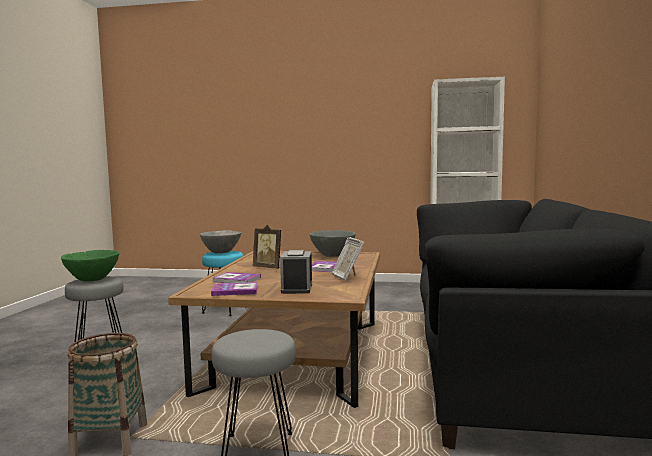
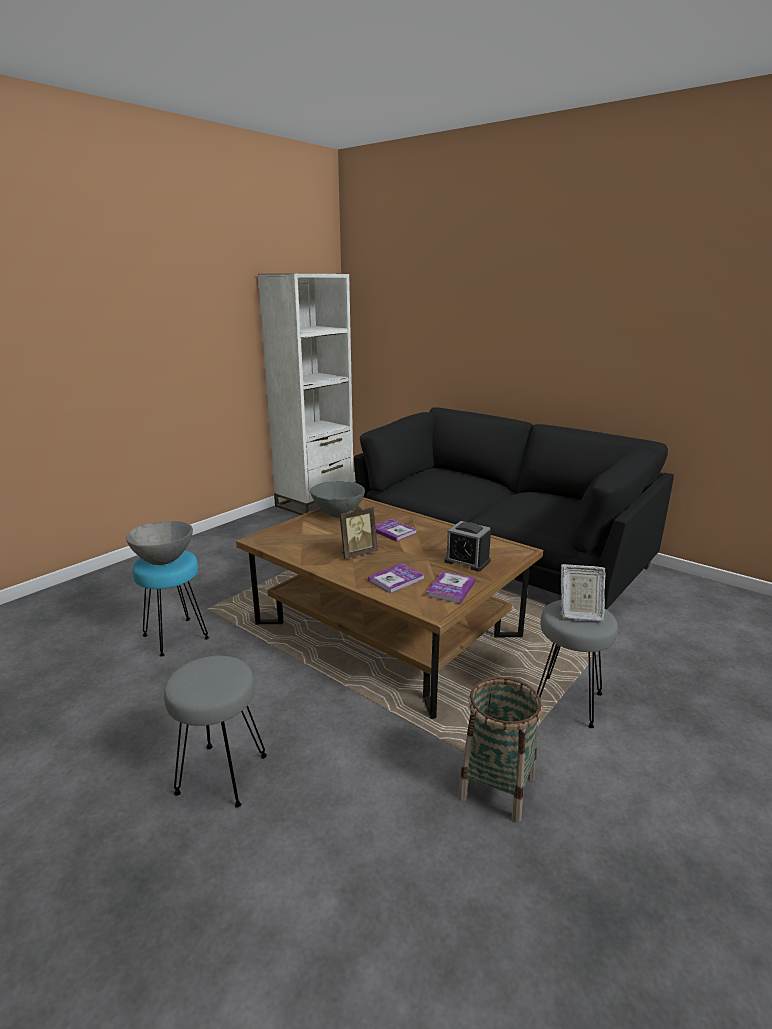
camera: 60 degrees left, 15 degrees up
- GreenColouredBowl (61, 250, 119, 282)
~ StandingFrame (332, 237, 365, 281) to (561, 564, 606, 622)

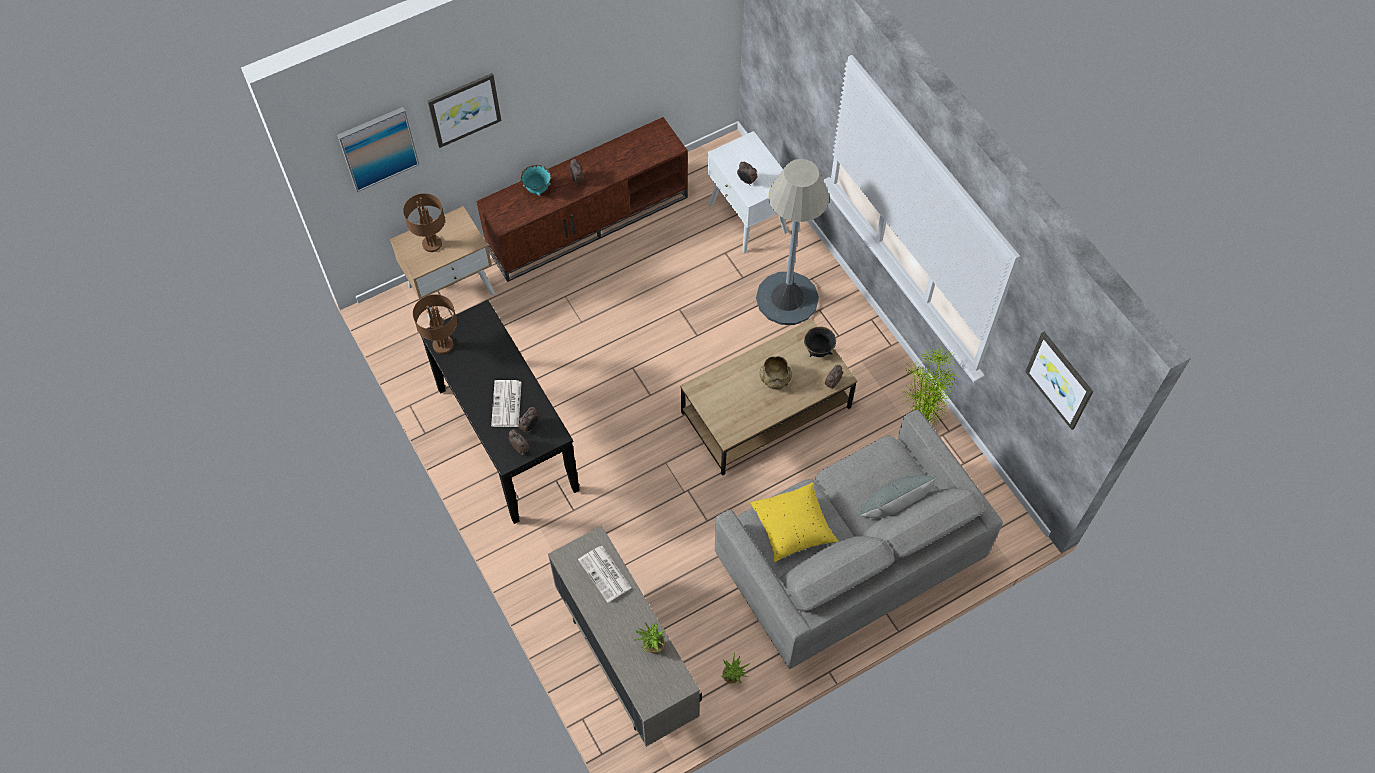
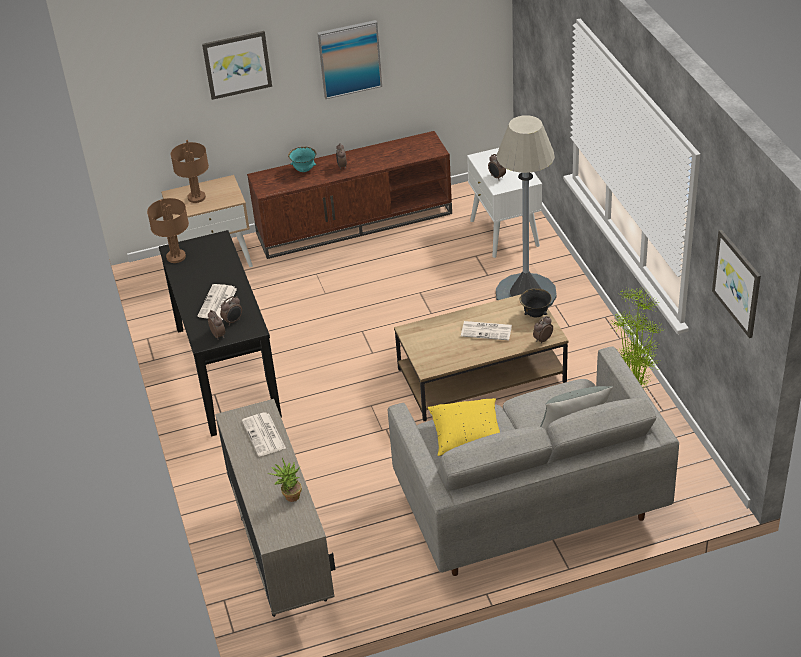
camera: 15 degrees right, 20 degrees down
~ Picture (337, 107, 419, 192) to (317, 20, 382, 99)
- Houseplant (721, 652, 750, 684)
~ SandColouredBowl (760, 356, 792, 389) to Newspaper (461, 321, 512, 340)

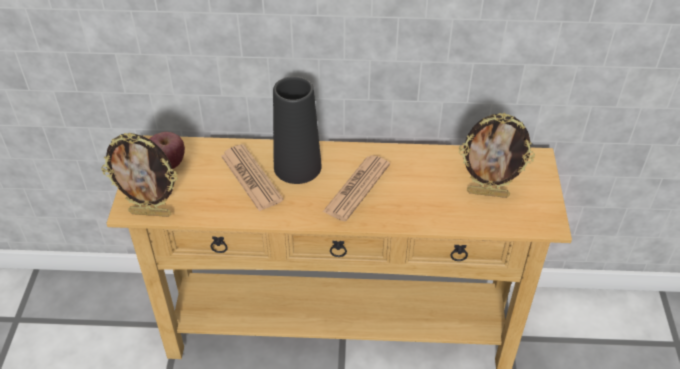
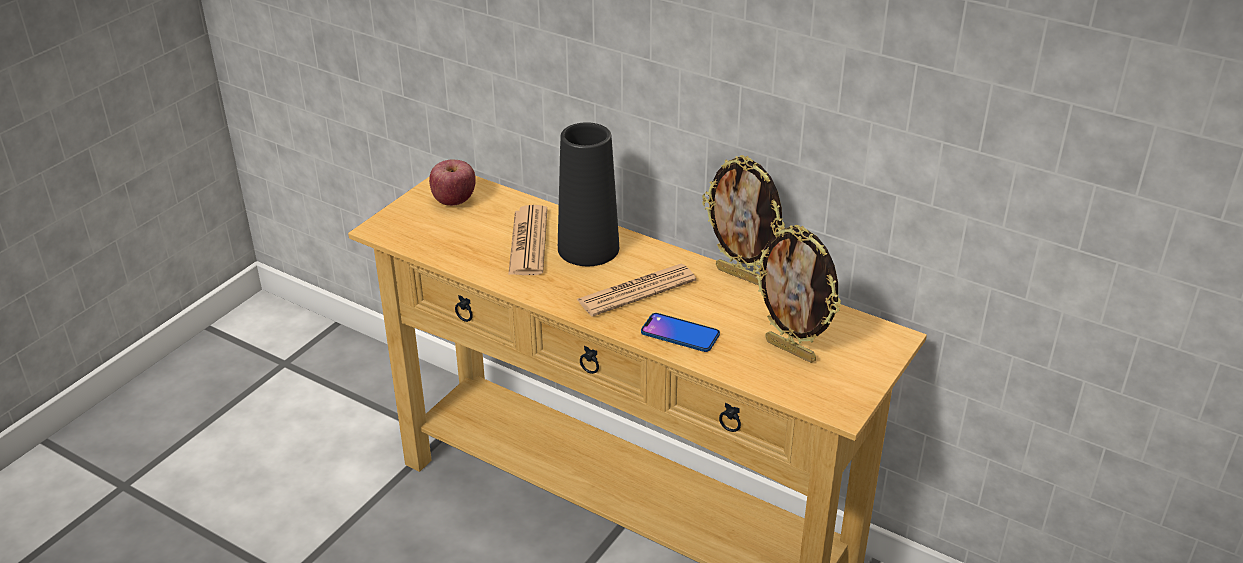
camera: 30 degrees right, 10 degrees down
~ StandingFrame (101, 132, 178, 217) to (702, 155, 785, 285)
+ Handset (641, 313, 720, 352)

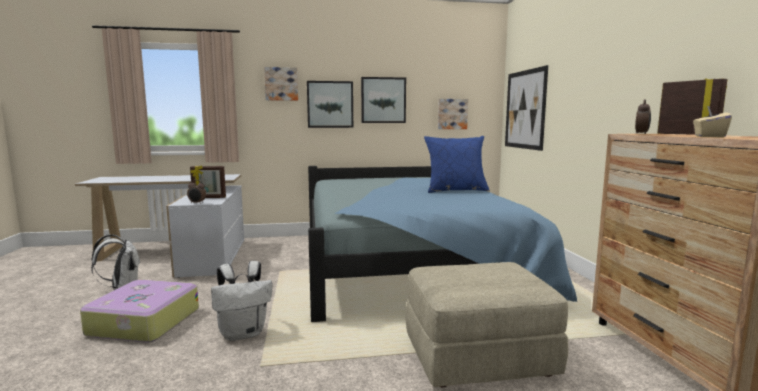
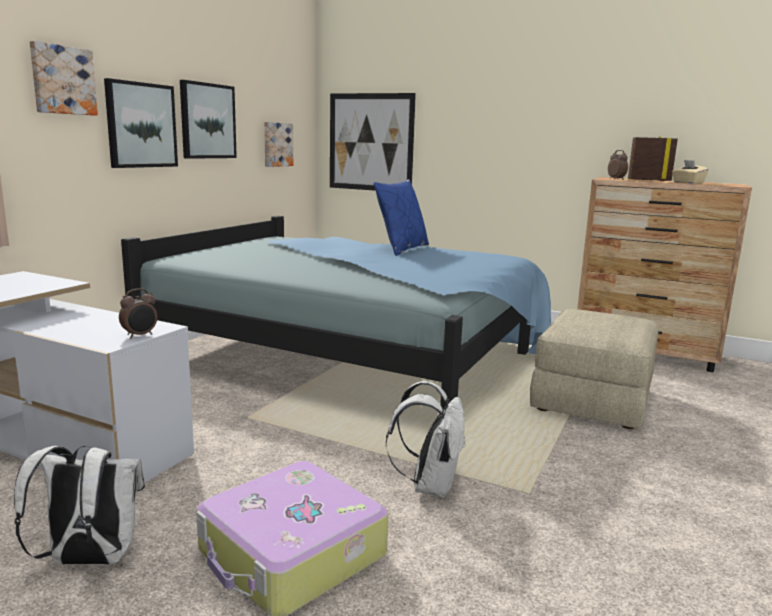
camera: 55 degrees left, 5 degrees up
- StandingFrame (190, 166, 226, 198)

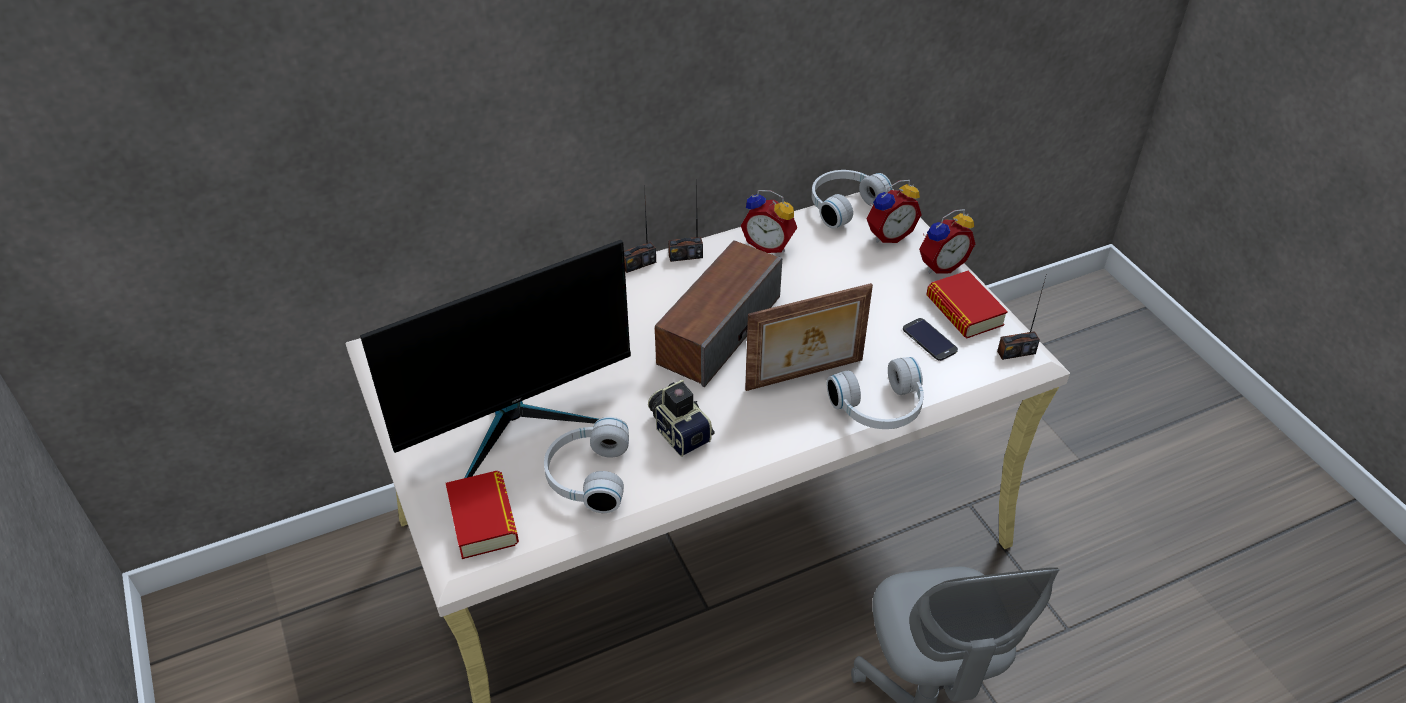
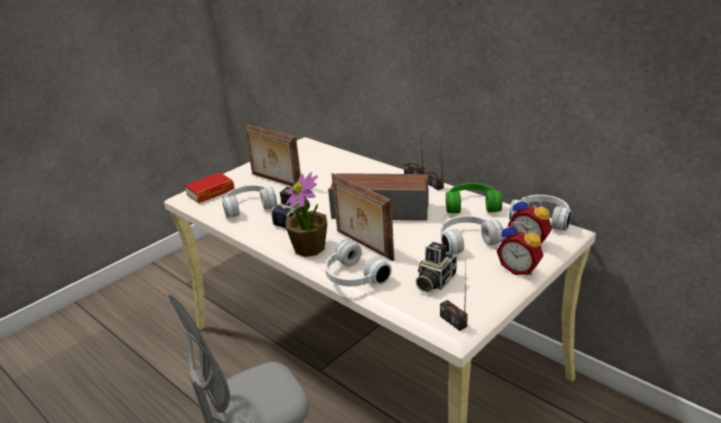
camera: 70 degrees right, 15 degrees down
~ Monitor (360, 240, 631, 478) to StandingFrame (244, 124, 301, 186)
~ BedsideClock (741, 190, 797, 253) to GreenColouredHeadphones (446, 183, 502, 214)
~ Handset (903, 318, 958, 361) to PhotoCamera (416, 242, 457, 293)
- BoundBook (926, 271, 1008, 338)
+ Houseplant (285, 172, 328, 257)
+ WhitishHeadphones (441, 215, 504, 254)

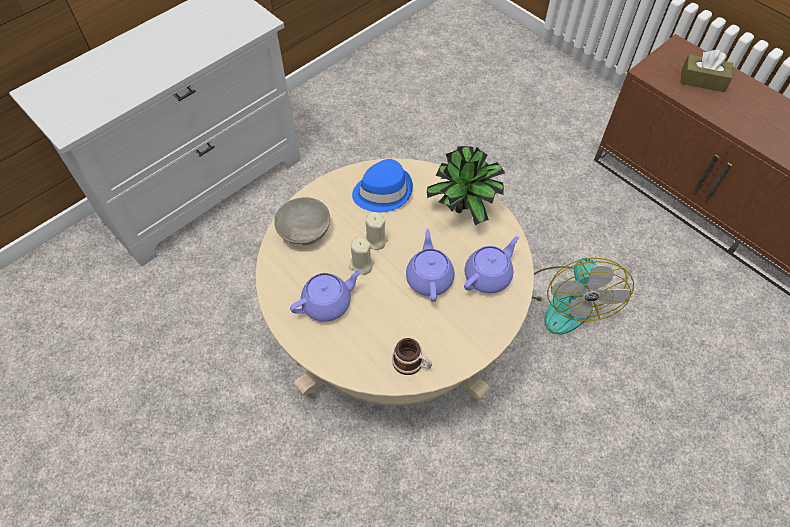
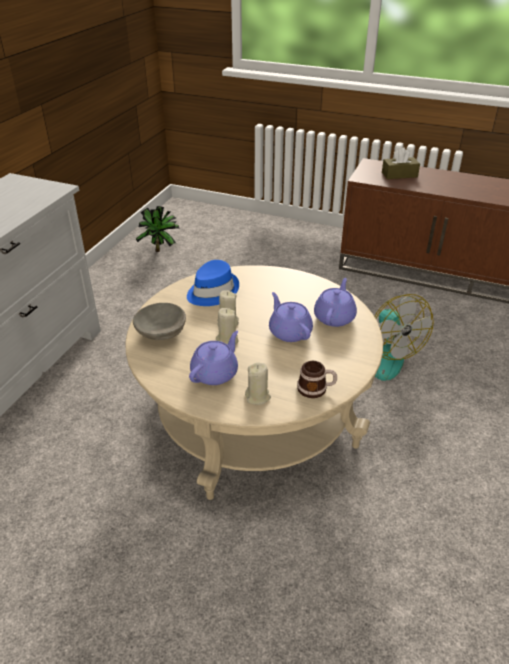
camera: 25 degrees left, 20 degrees down
~ Houseplant (427, 146, 505, 225) to (136, 206, 180, 252)
+ SandColouredCandle (245, 362, 271, 405)

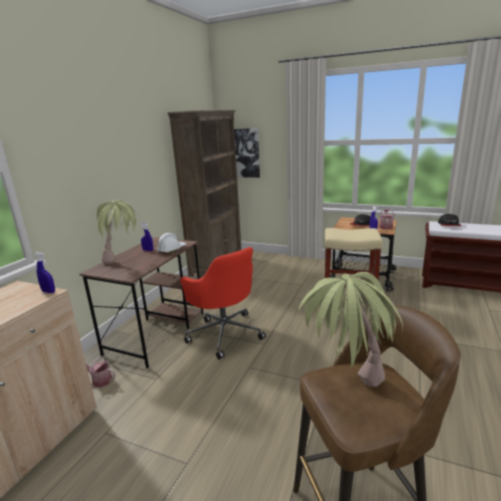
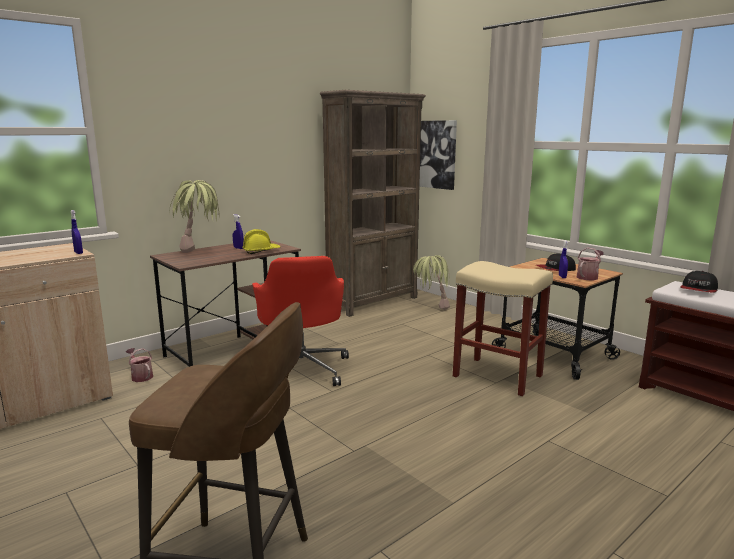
camera: 25 degrees right, 5 degrees down
~ WhitishSafetyHelmet (156, 233, 186, 254) to YellowishSafetyHelmet (243, 229, 280, 254)
~ Houseplant (298, 272, 403, 387) to (413, 255, 450, 310)

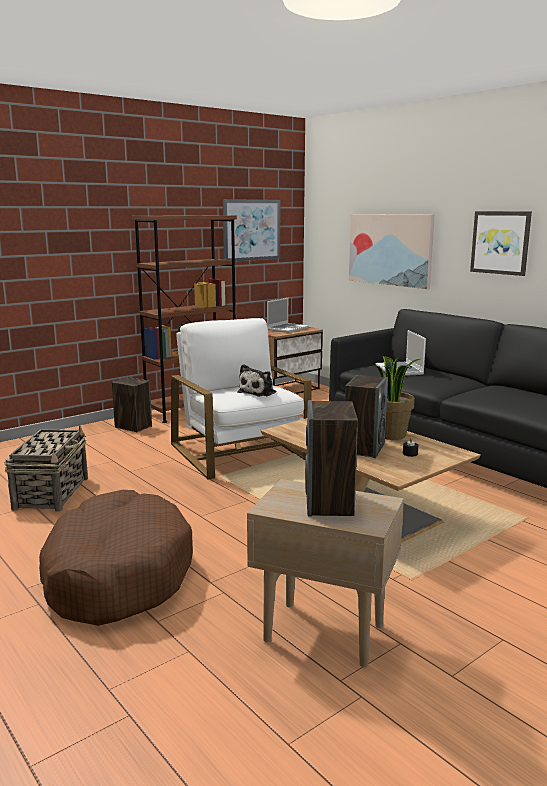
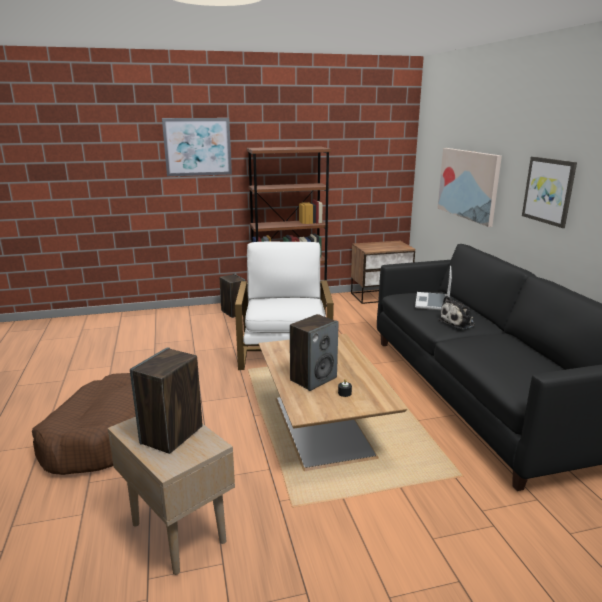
camera: 25 degrees right, 5 degrees up
- StorageBasket (4, 425, 88, 512)
~ Picture (223, 199, 280, 261) to (162, 118, 232, 176)
~ SoftToy (237, 364, 276, 396) to (438, 296, 475, 329)
- NotebookComputer (267, 298, 309, 333)
- Houseplant (376, 355, 422, 440)

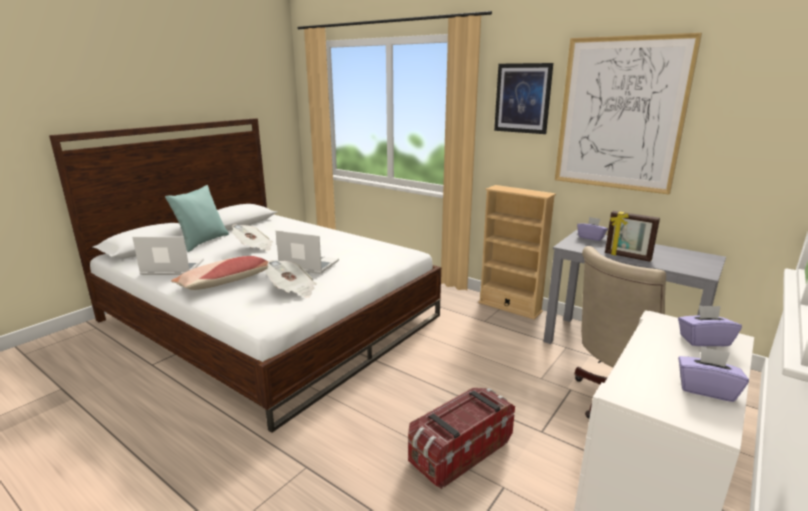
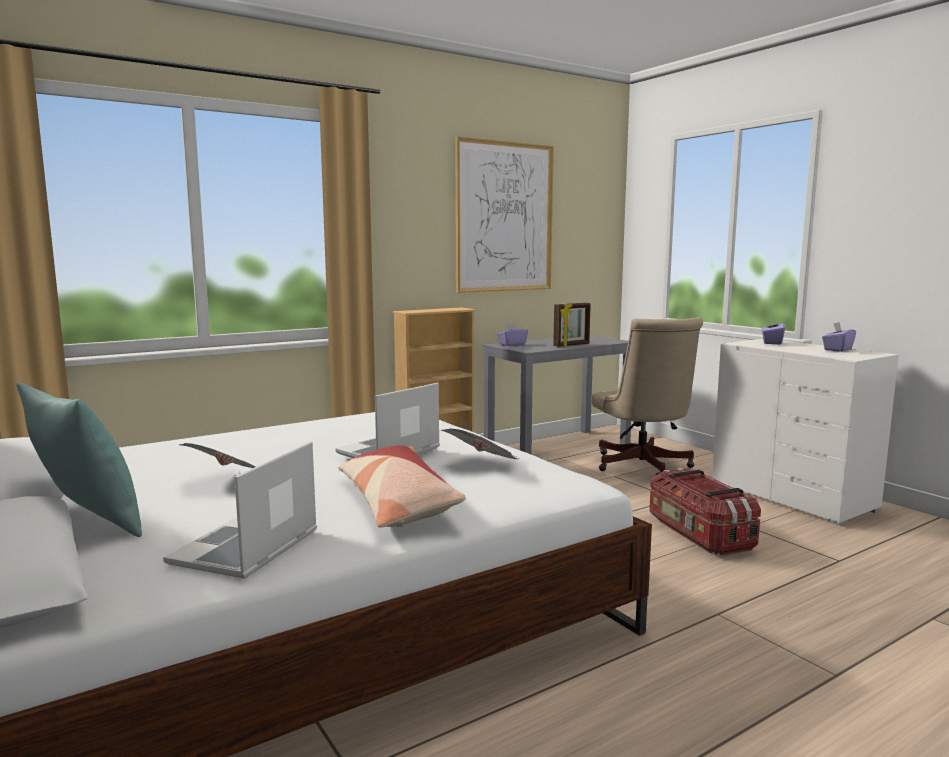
camera: 70 degrees left, 10 degrees down
- Picture (494, 63, 553, 134)

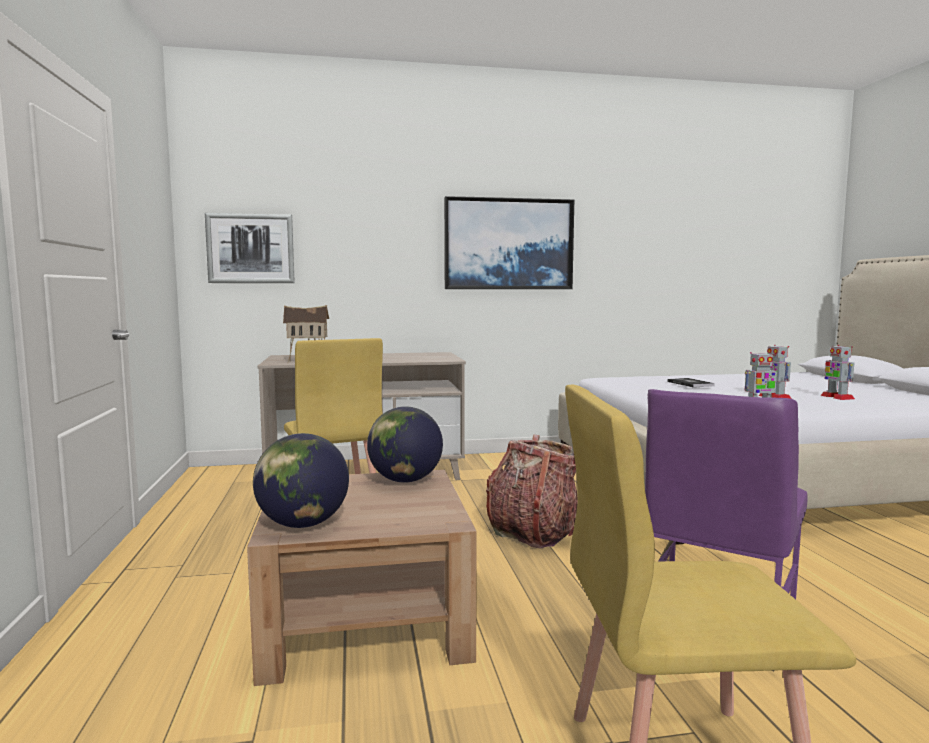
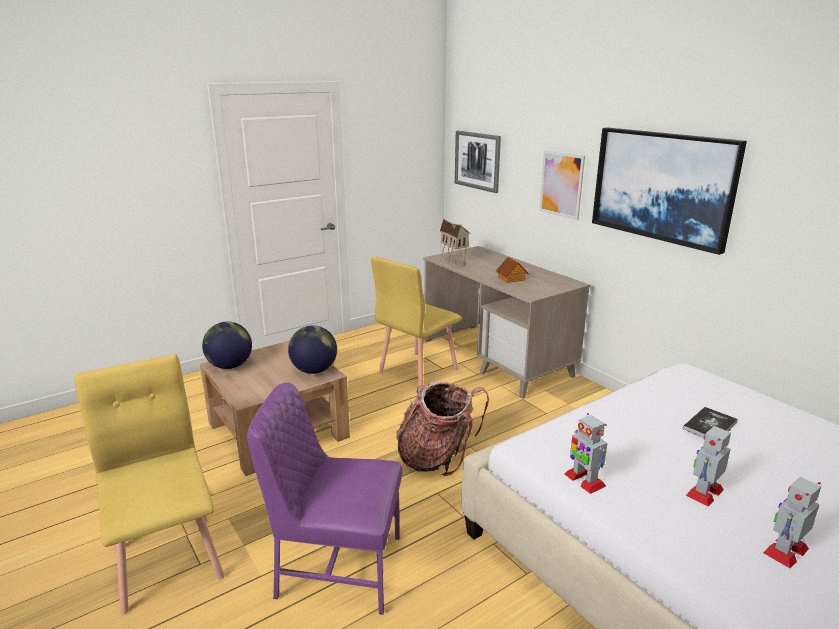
camera: 65 degrees right, 15 degrees up
+ ToyHouse (496, 257, 529, 283)
+ Picture (539, 150, 585, 220)

